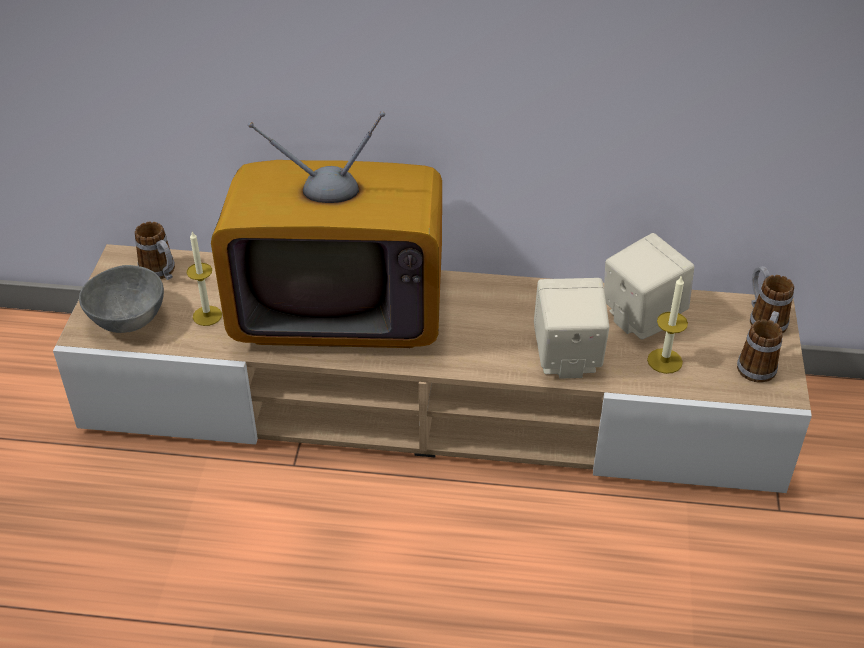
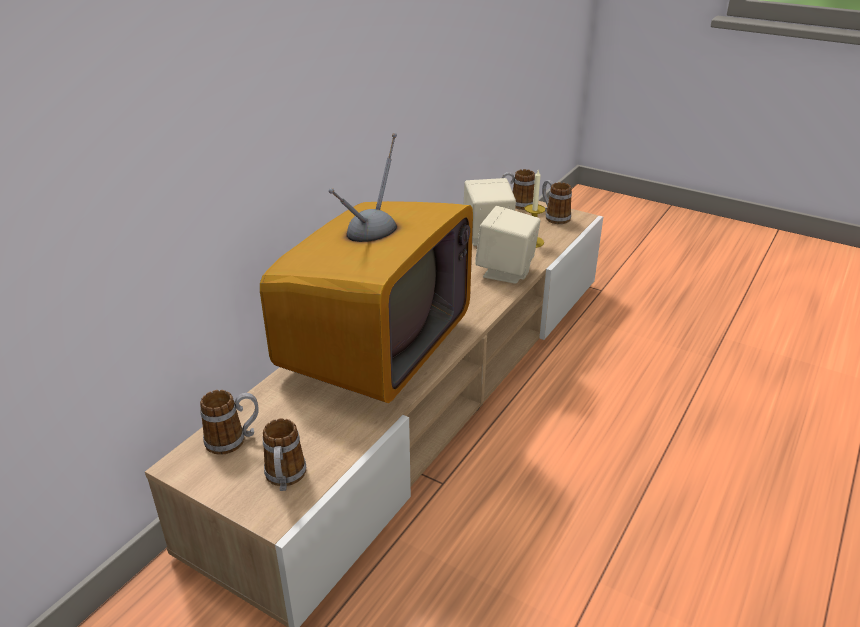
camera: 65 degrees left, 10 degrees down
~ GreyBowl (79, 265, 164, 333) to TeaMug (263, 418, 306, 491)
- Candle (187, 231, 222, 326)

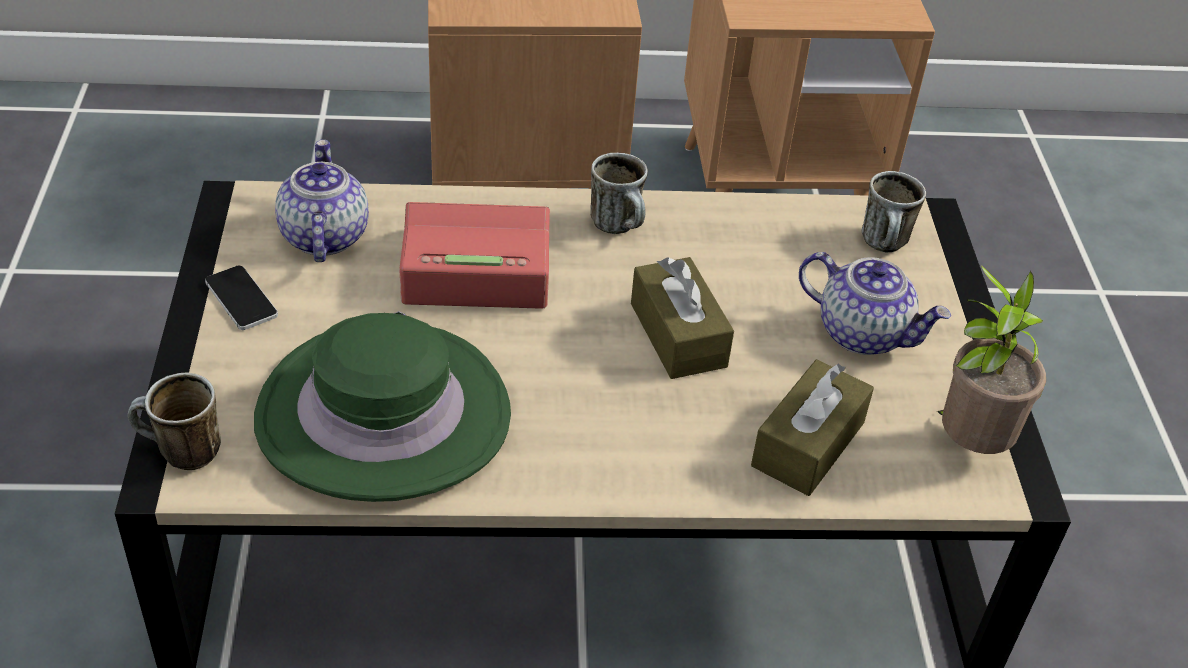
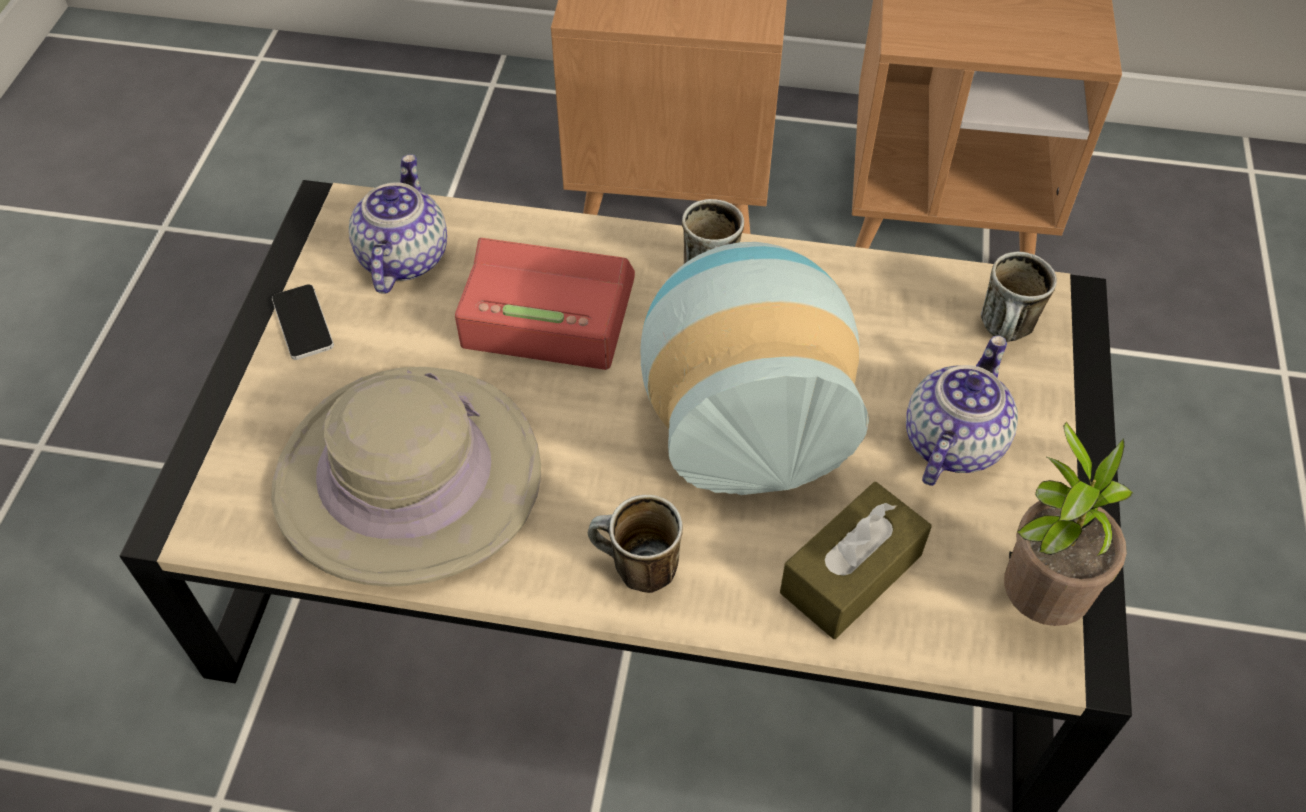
camera: 15 degrees right, 10 degrees up
~ TeaMug (128, 373, 221, 470) to (588, 495, 683, 593)
~ GreenColouredClothingHat (254, 311, 511, 502) to SandColouredClothingHat (271, 367, 541, 587)
~ BrownColouredBoxOfTissues (631, 257, 734, 379) to Vase (640, 242, 869, 495)
~ TeaPot (799, 252, 951, 355) = (906, 335, 1018, 486) 105 degrees counterclockwise

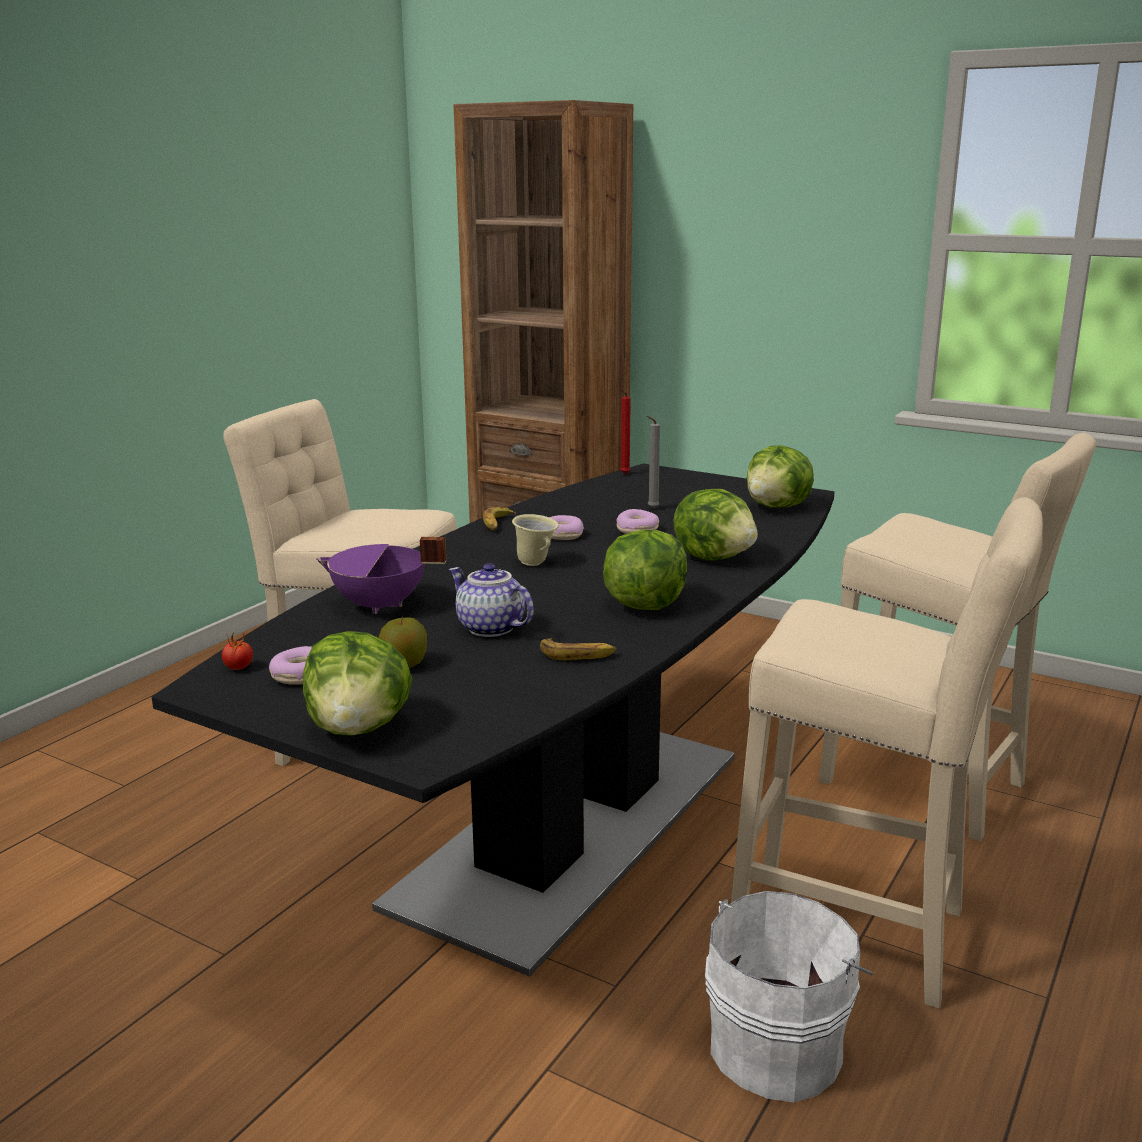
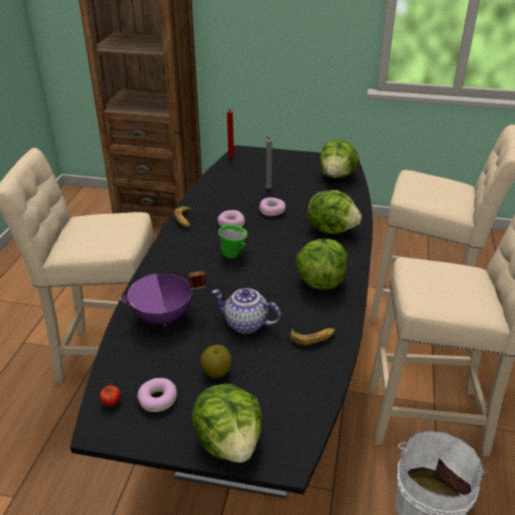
camera: 20 degrees left, 15 degrees up
~ SandColouredTeaMug (512, 514, 559, 566) to GreenColouredTeaMug (218, 225, 248, 258)

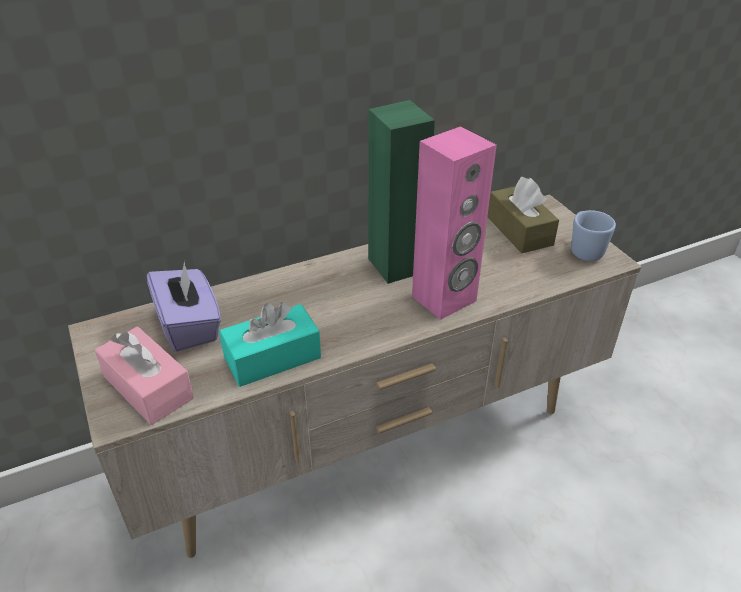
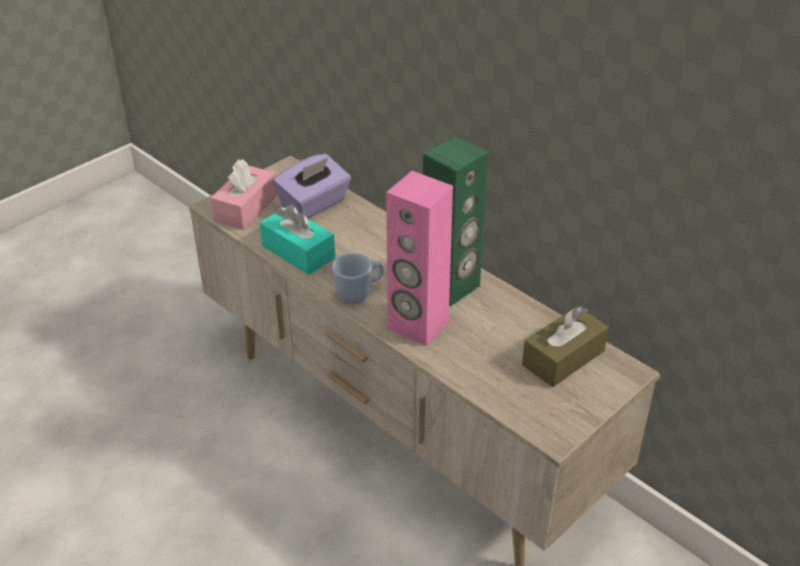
camera: 70 degrees right, 0 degrees up
~ BlueColouredTeaMug (571, 210, 616, 261) to (332, 253, 384, 304)

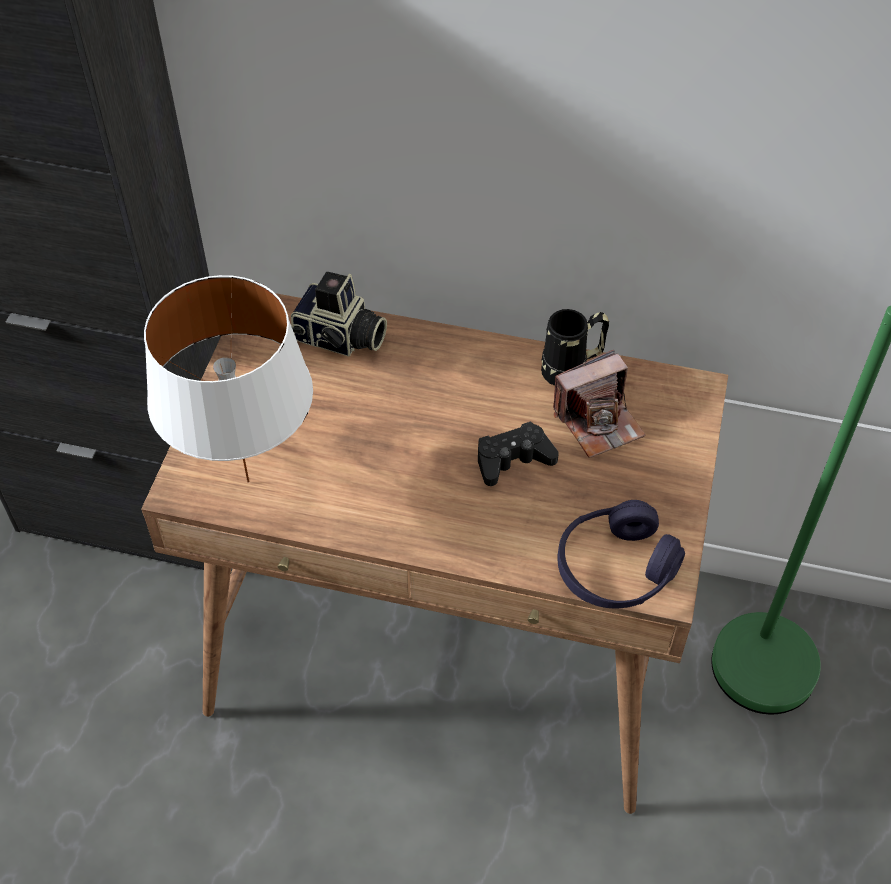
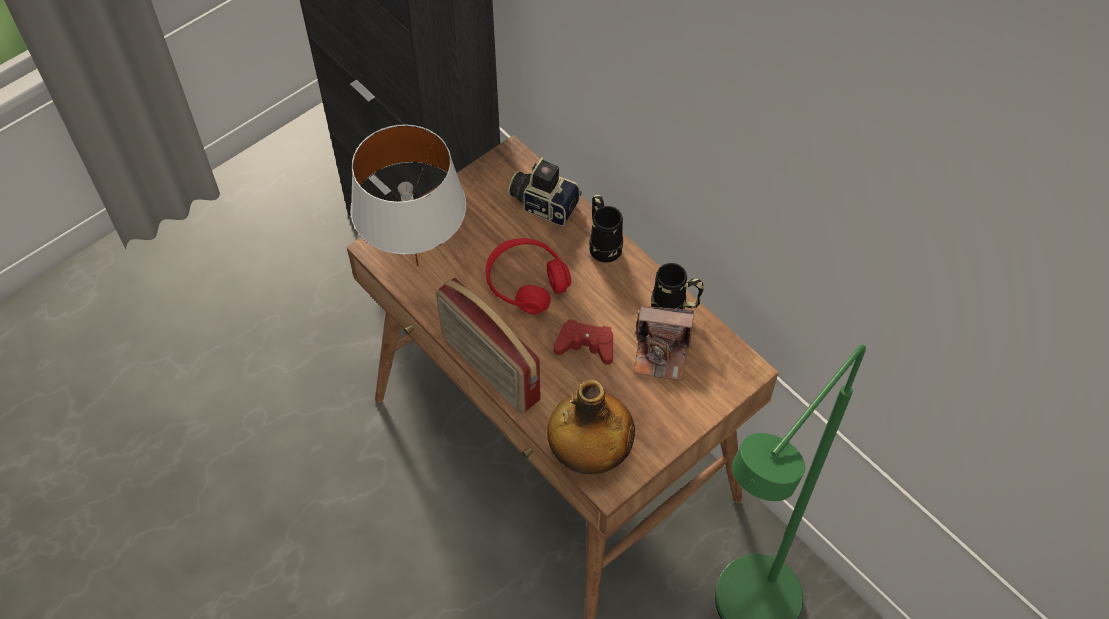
camera: 35 degrees right, 5 degrees up
~ PhotoCamera (291, 272, 387, 357) = (508, 157, 582, 226) 150 degrees clockwise
~ BlackishGamepad (478, 421, 559, 486) to RedGamepad (554, 319, 613, 365)
~ PurpleHeadphones (558, 500, 685, 609) to BeverageBottle (547, 380, 635, 474)
+ RadioReceiver (436, 278, 541, 413)
+ RedHeadphones (486, 238, 571, 314)
+ BlackishTeaMug (589, 195, 623, 263)

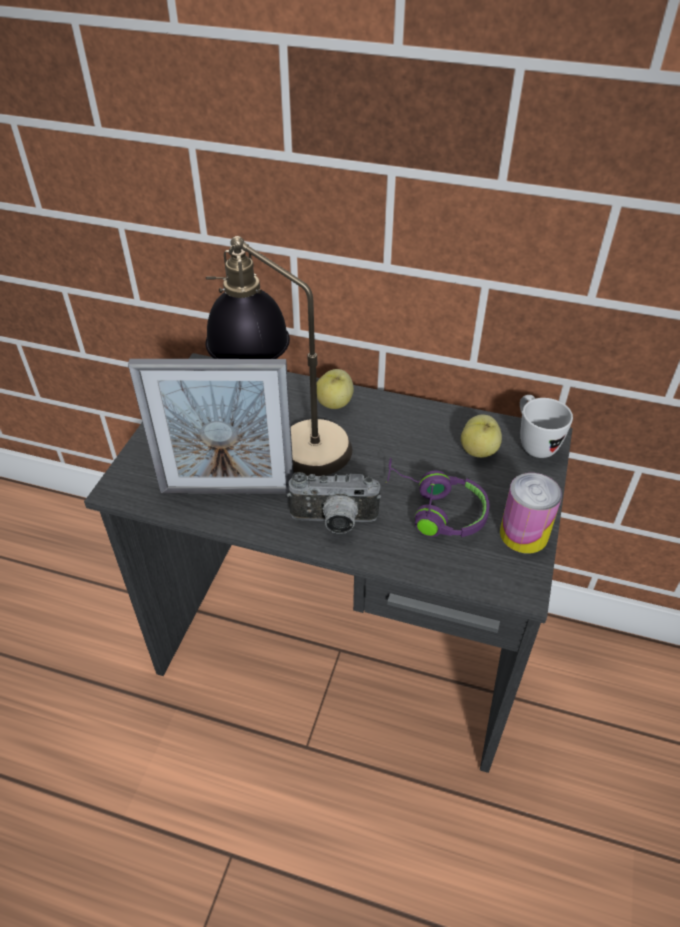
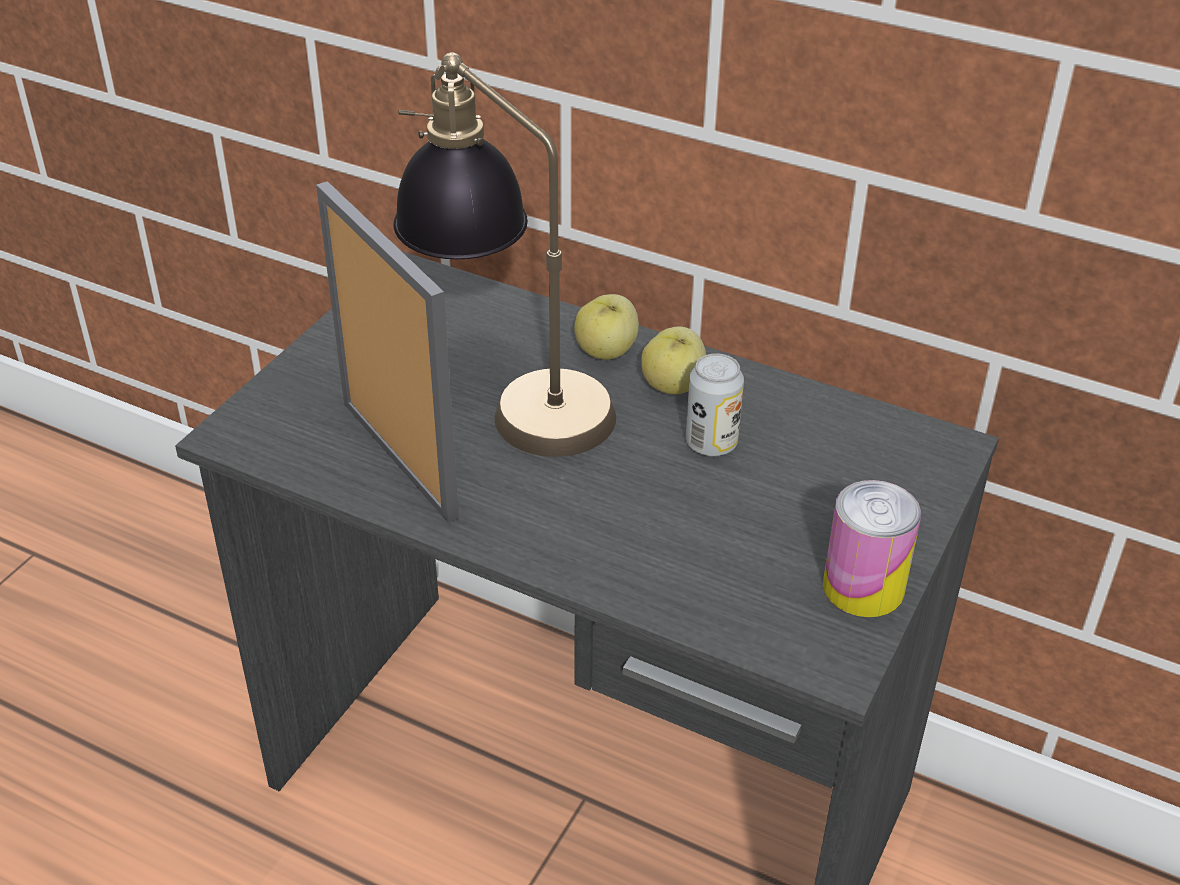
camera: 10 degrees right, 5 degrees down
~ StandingFrame (128, 359, 294, 493) = (316, 181, 459, 523) 135 degrees counterclockwise
- PhotoCamera (287, 472, 381, 534)
- PurpleHeadphones (386, 458, 490, 537)
~ AppleFruit (461, 414, 502, 458) to (641, 326, 706, 394)
- WhitishTeaMug (520, 395, 573, 458)
+ MetalCan (686, 353, 744, 456)

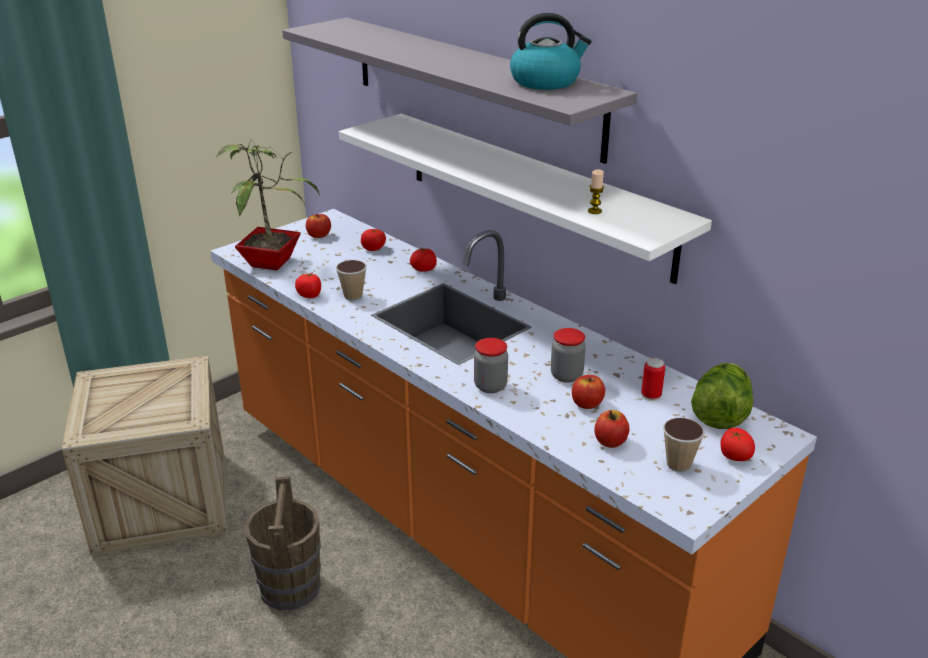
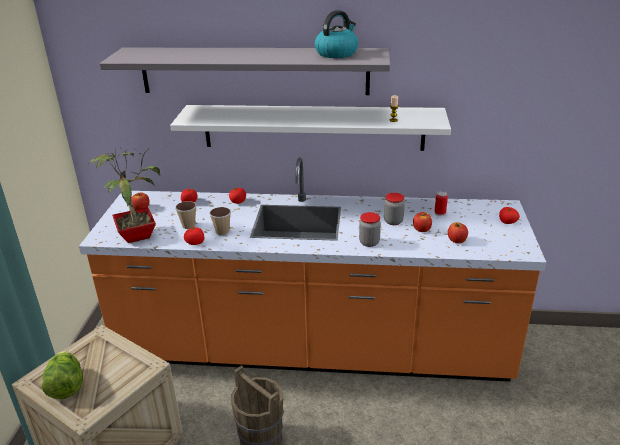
camera: 40 degrees left, 0 degrees up
~ SmallCup (663, 418, 705, 472) to (175, 201, 197, 229)
~ Lettuce (691, 363, 754, 429) to (42, 351, 83, 399)

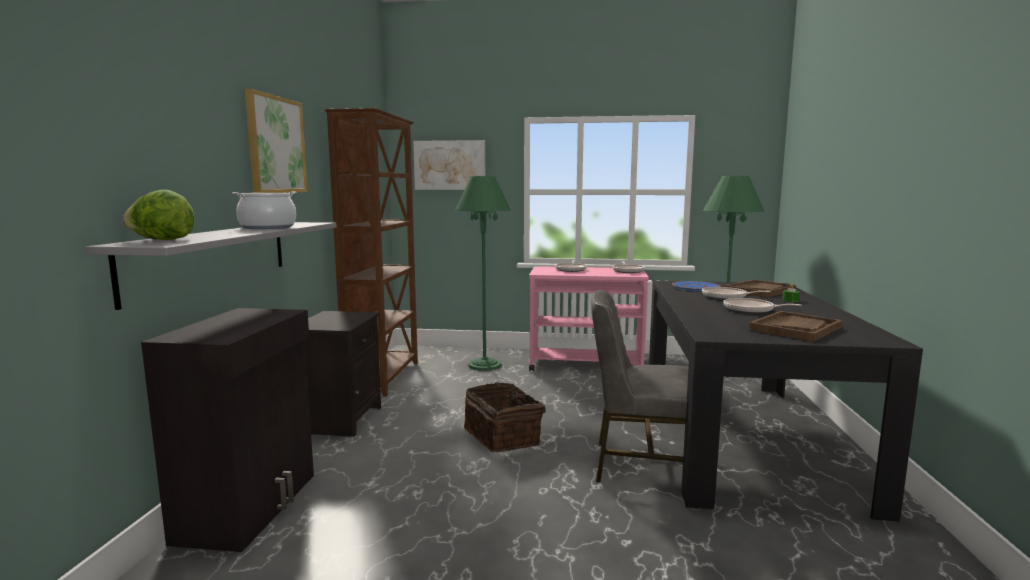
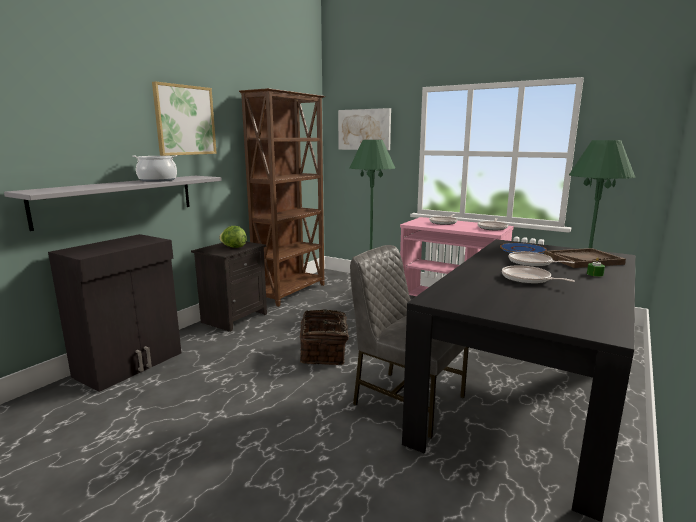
camera: 25 degrees right, 5 degrees up
~ Lettuce (123, 190, 194, 240) to (219, 226, 247, 248)
- BrownColouredServingTray (749, 311, 842, 342)

